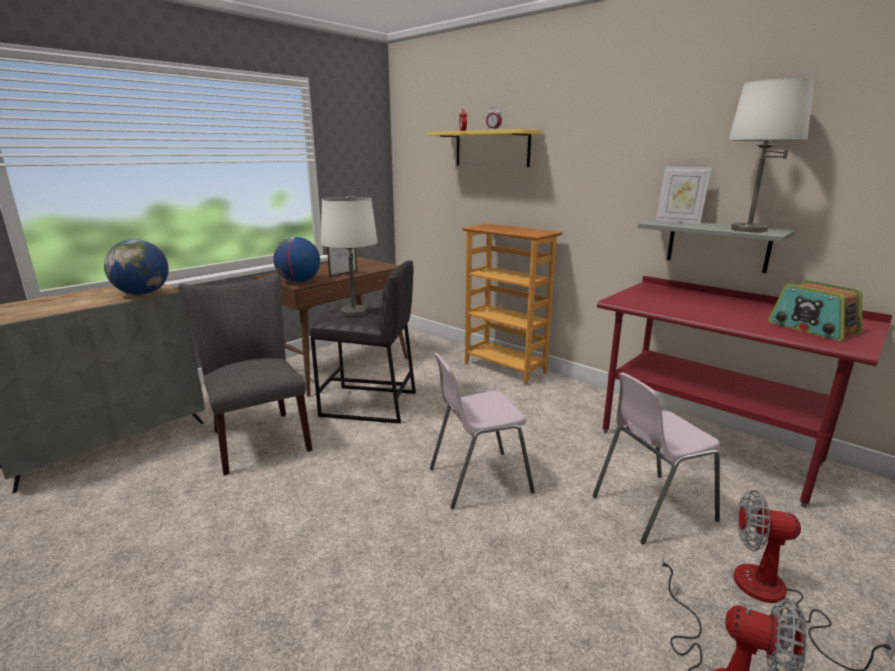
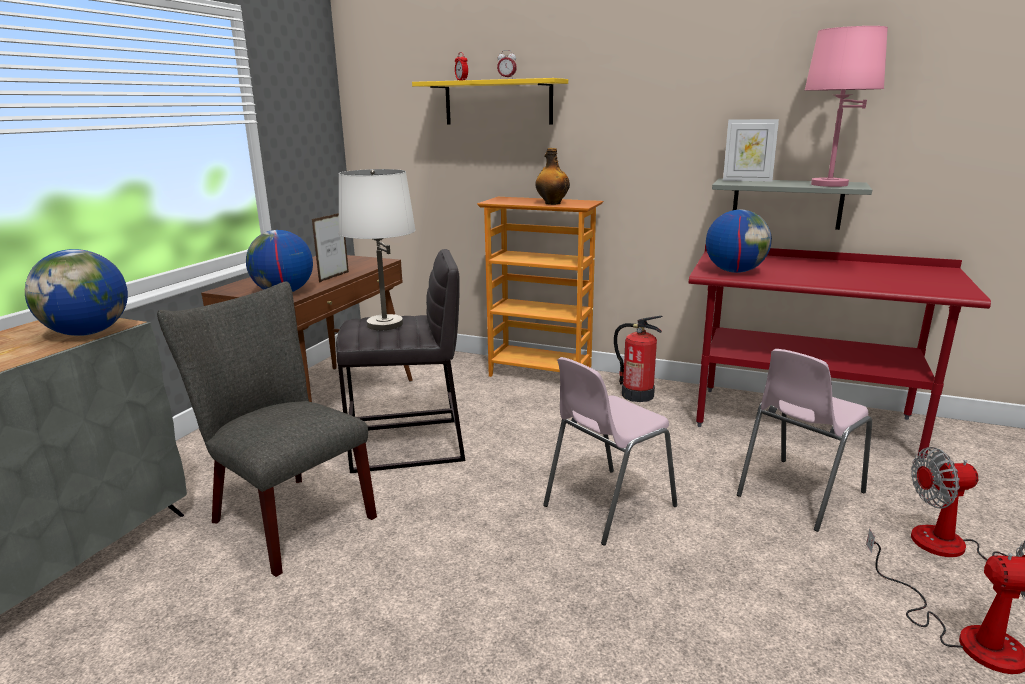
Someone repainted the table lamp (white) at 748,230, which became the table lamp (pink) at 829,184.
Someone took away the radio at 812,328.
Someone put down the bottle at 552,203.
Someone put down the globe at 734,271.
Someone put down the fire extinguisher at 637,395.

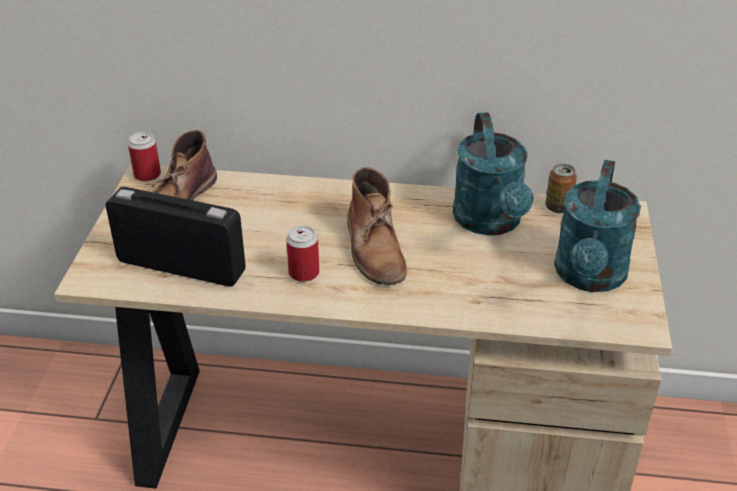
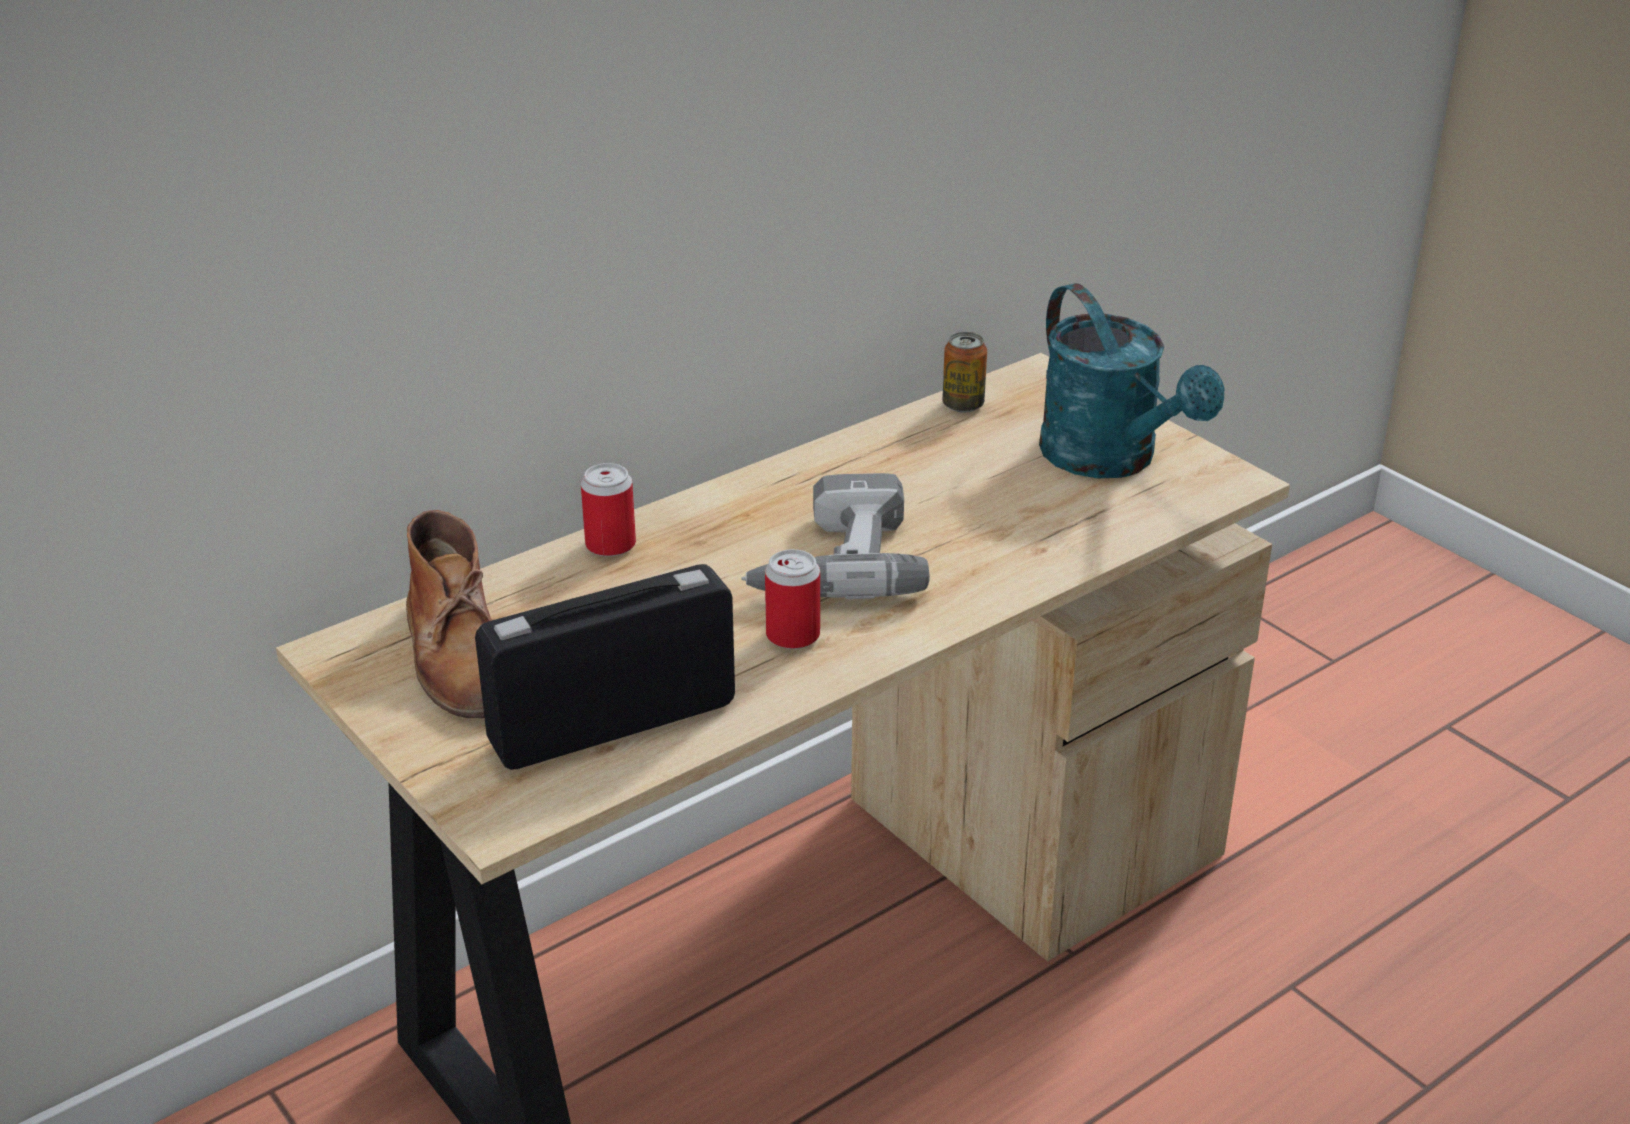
Someone took away the watering can (turquoise) at 490,223.
Someone carried the can from 147,175 to 610,545.
Someone swapped the boot (brown) at 375,248 for the power drill at 831,560.

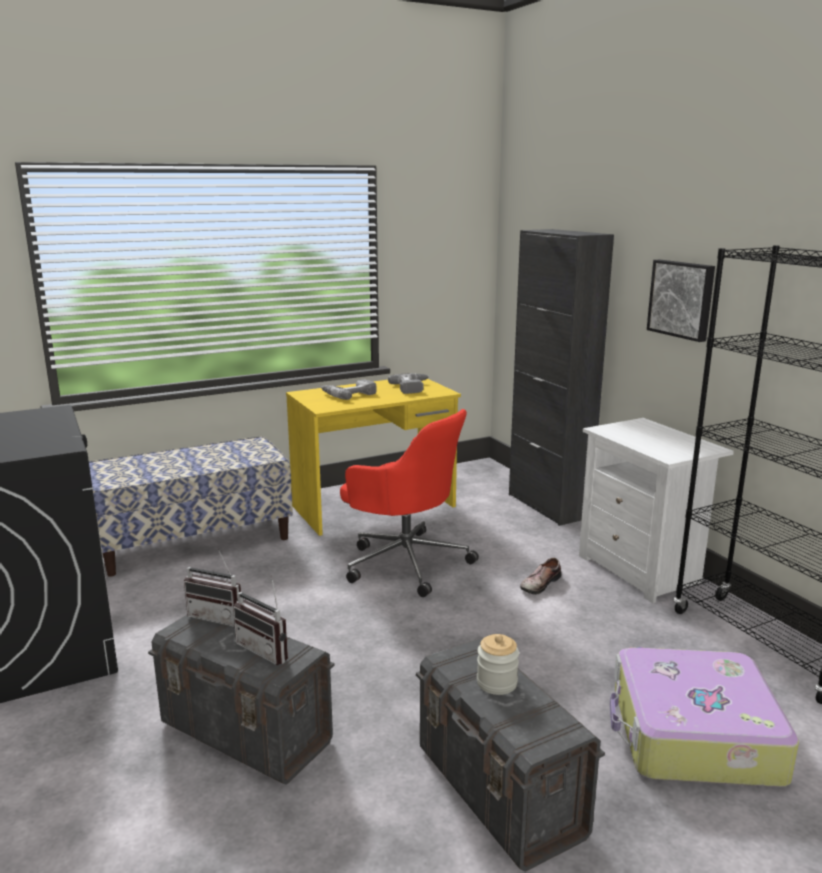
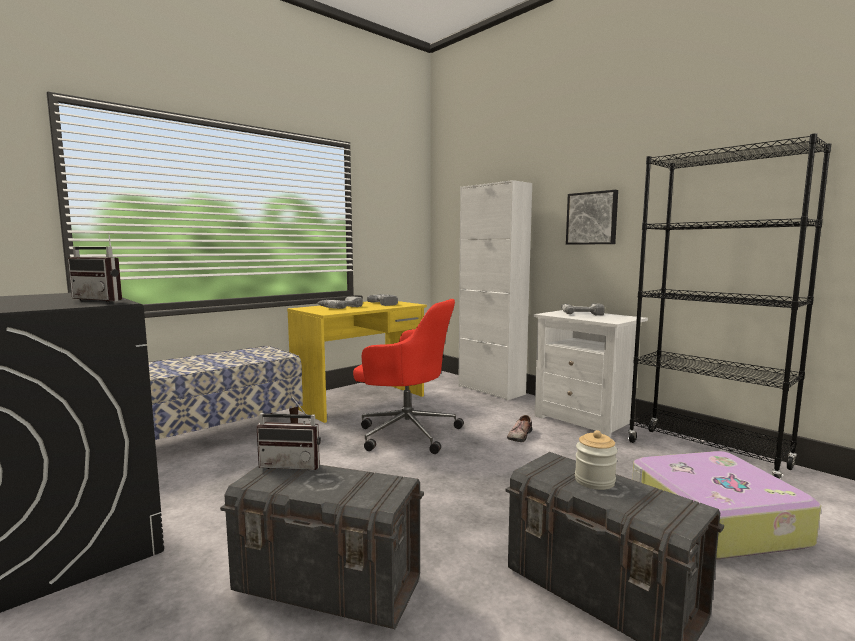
Someone repainted the cabinet (black) at 548,506, which became the cabinet (white) at 491,390.
Someone carried the radio from 268,649 to 104,300.
Someone put down the power drill at 580,313.

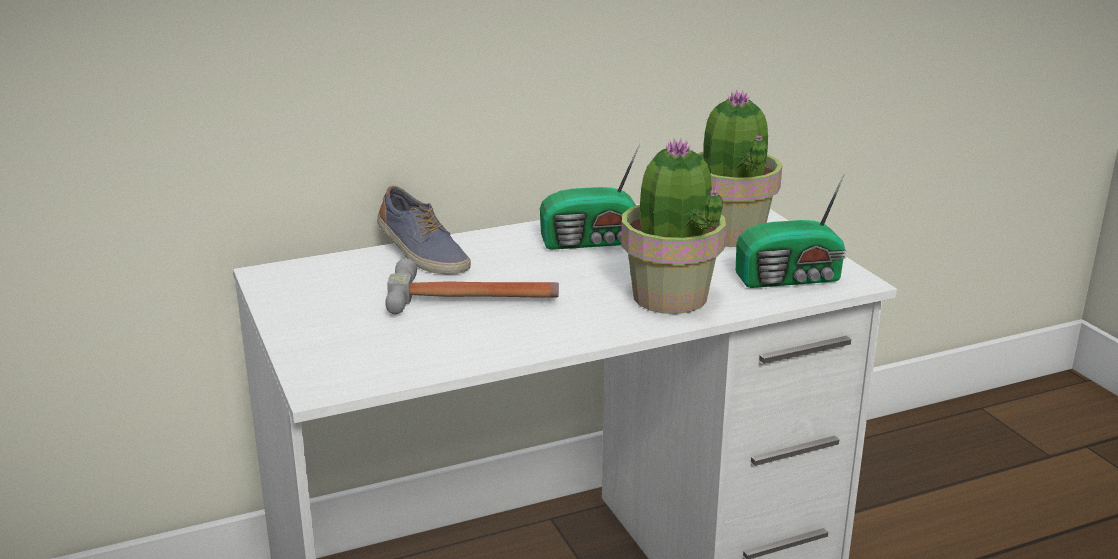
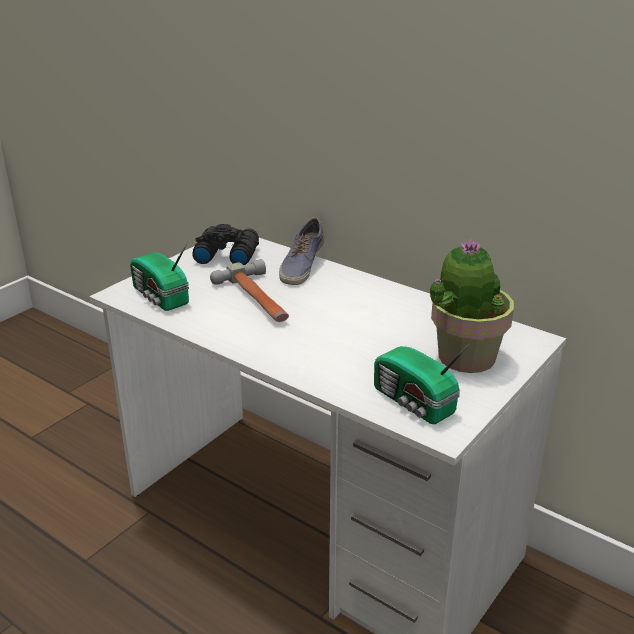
Someone took away the potted plant at 670,298.
Someone carried the radio from 592,242 to 160,297.
Someone put down the binoculars (black) at 226,254.

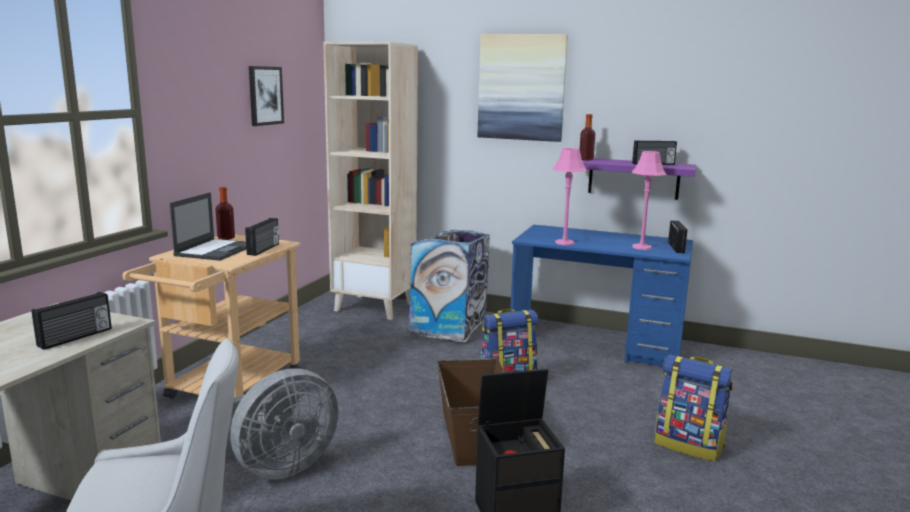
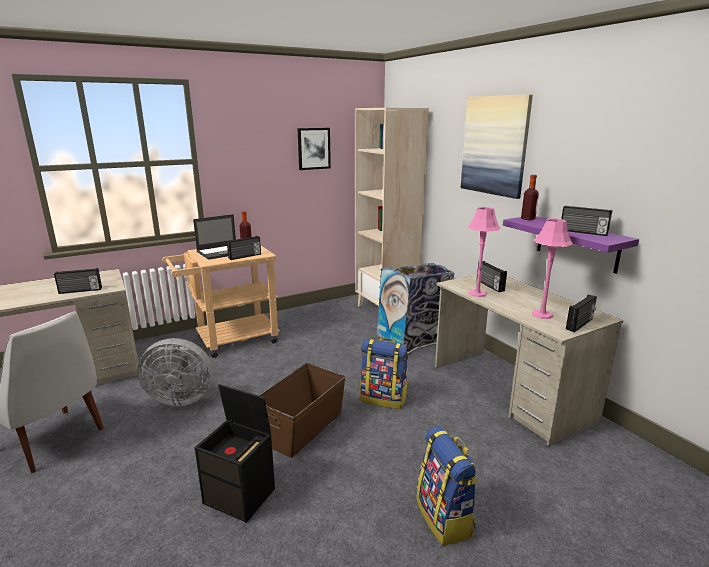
Someone repainted the desk (blue) at 596,344, which became the desk (beige) at 509,392.
Someone put down the radio at 489,285.

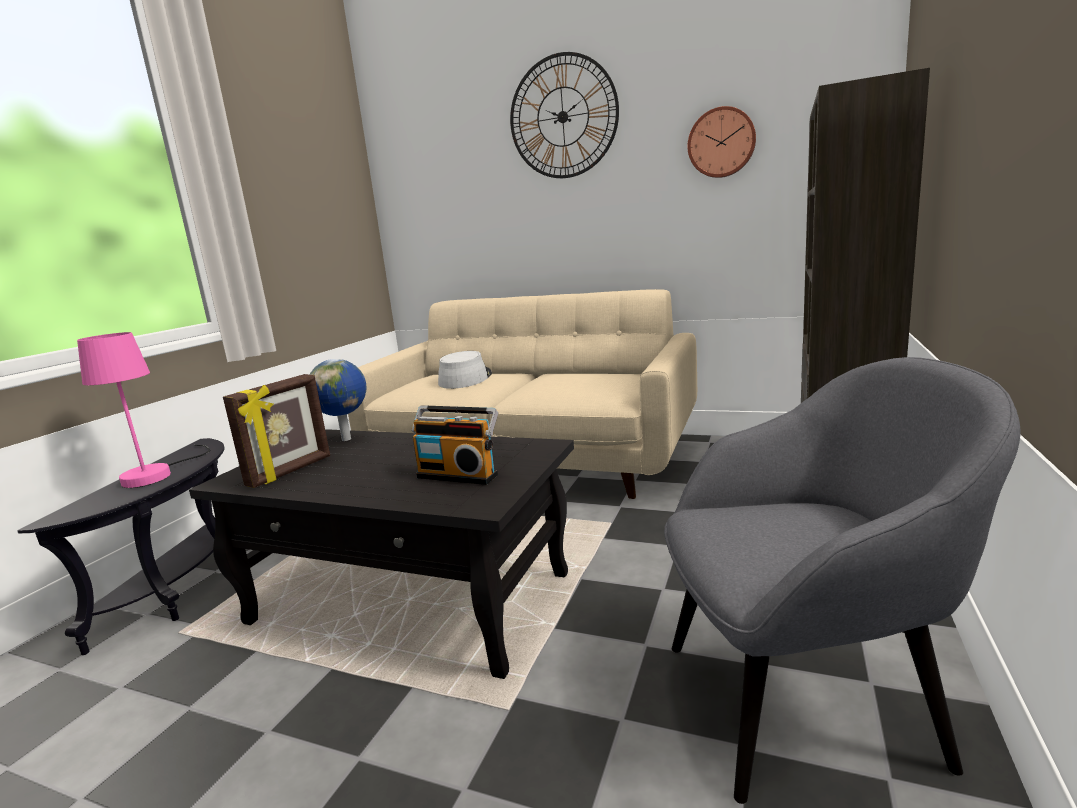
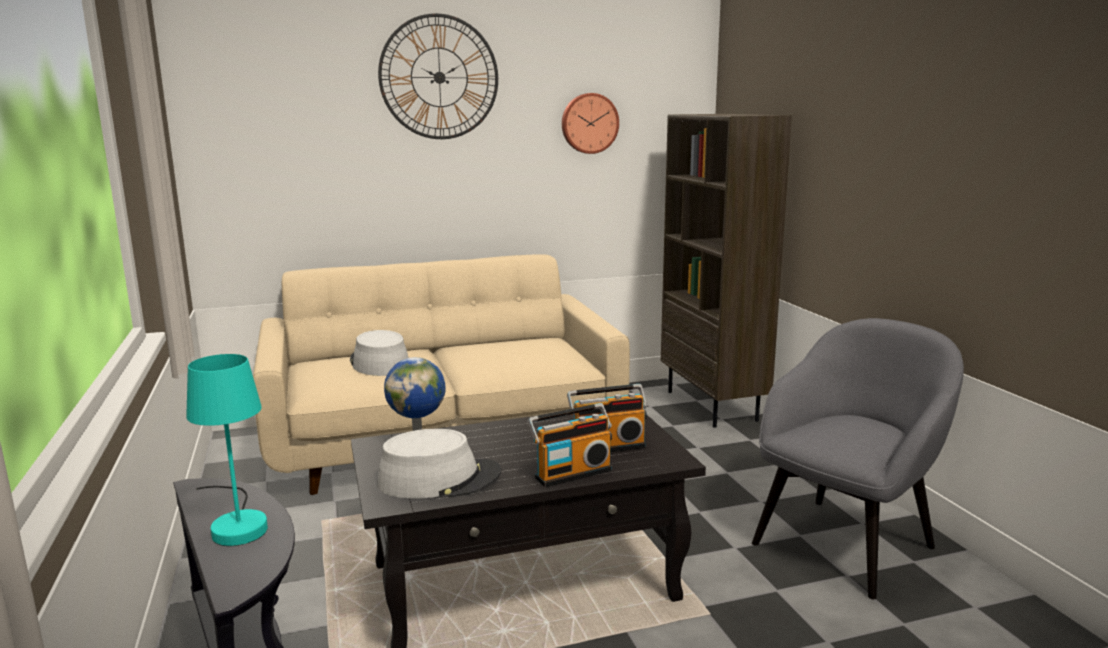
Someone repainted the table lamp (pink) at 158,473, which became the table lamp (turquoise) at 238,524.
Someone swapped the picture frame at 290,471 for the hat (grey) at 439,479.
Someone put down the radio at 572,473.

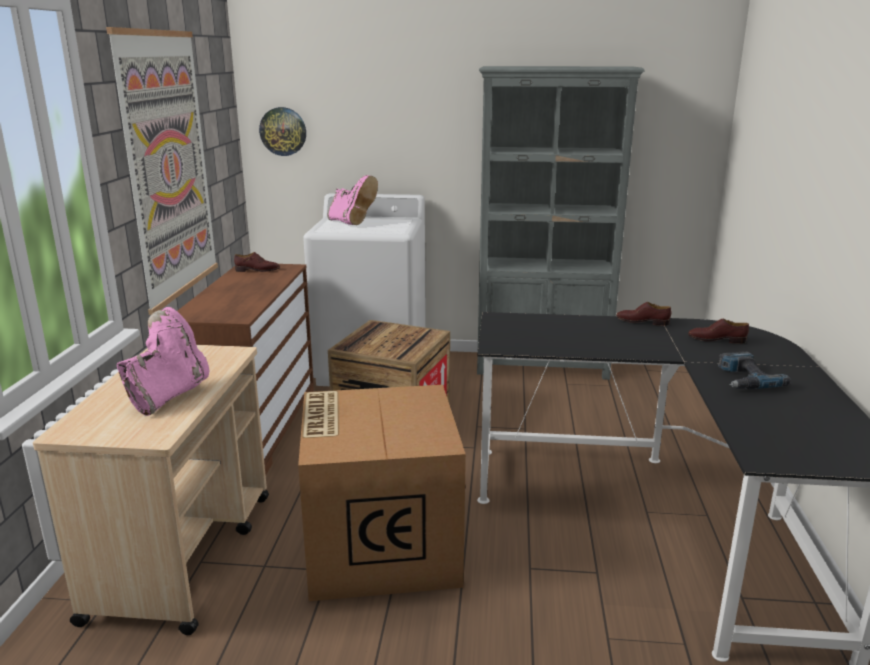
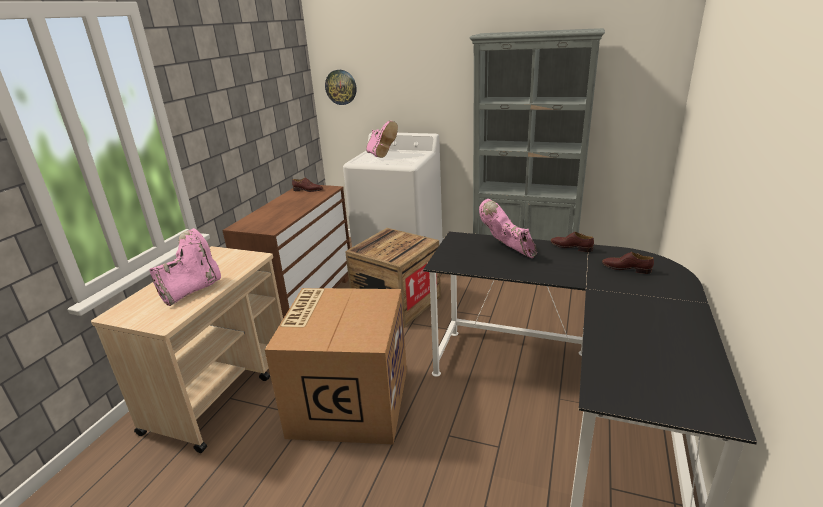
Someone took away the picture at 169,167.
Someone took away the power drill at 743,379.
Someone put down the boot (pink) at 507,250.

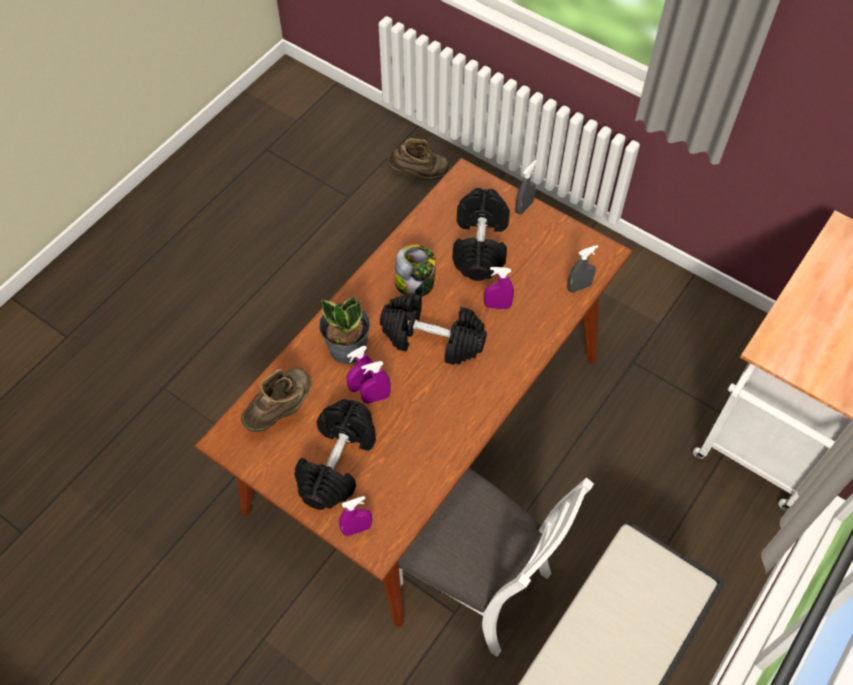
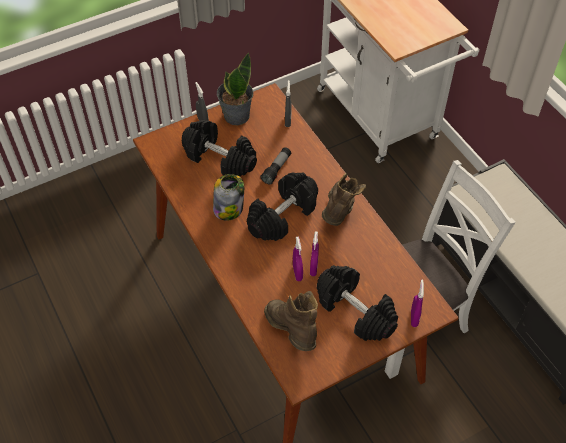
Someone carried the boot (brown) from 419,174 to 340,212.
Someone swapped the spray bottle (purple) at 497,306 for the flashlight at 276,169.
Someone carried the potted plant from 347,348 to 236,116.

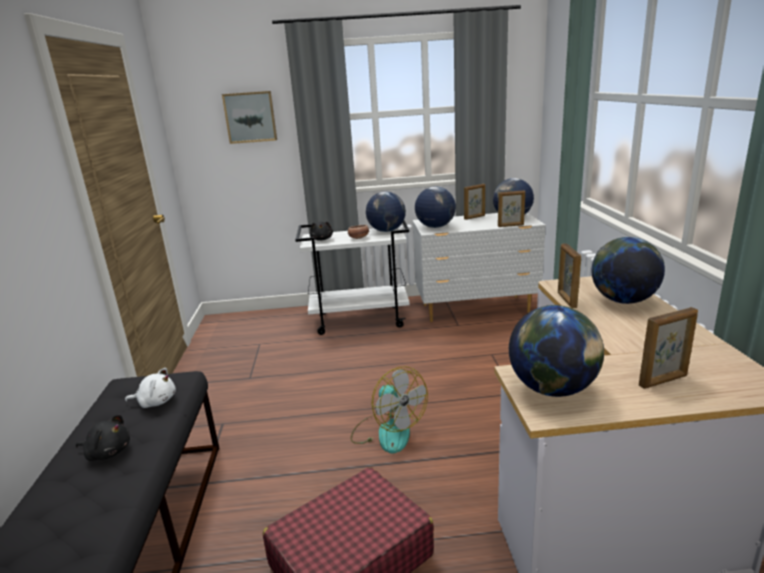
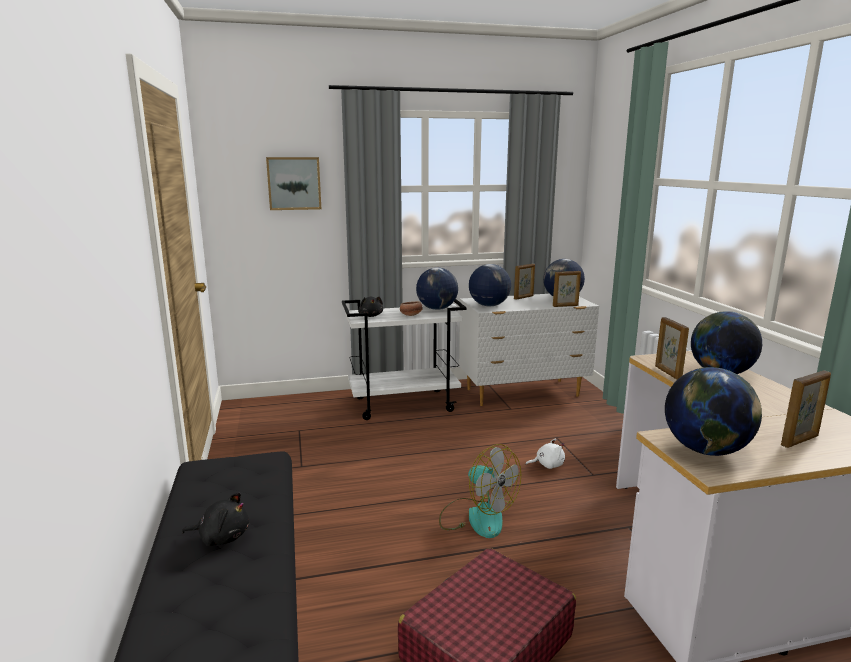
Someone carried the plush toy (white) from 156,402 to 547,465.

